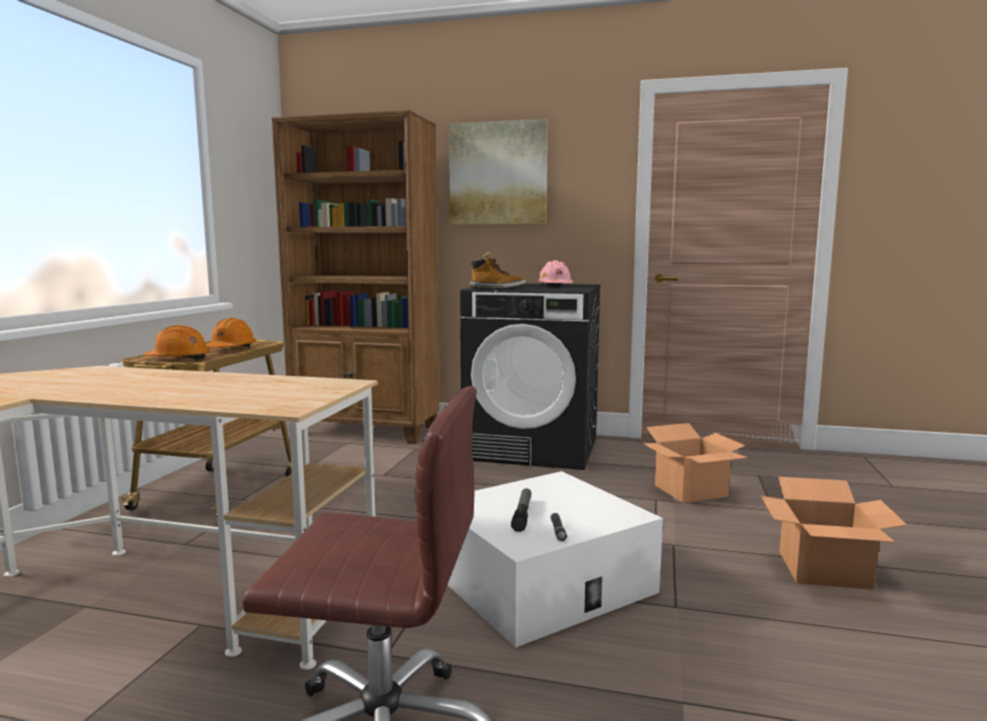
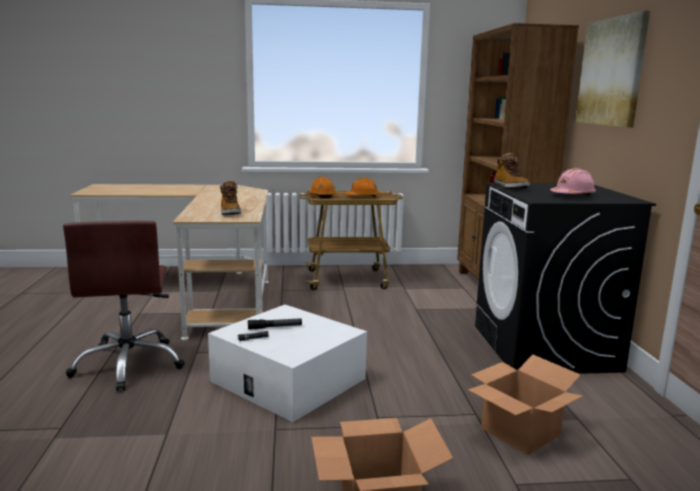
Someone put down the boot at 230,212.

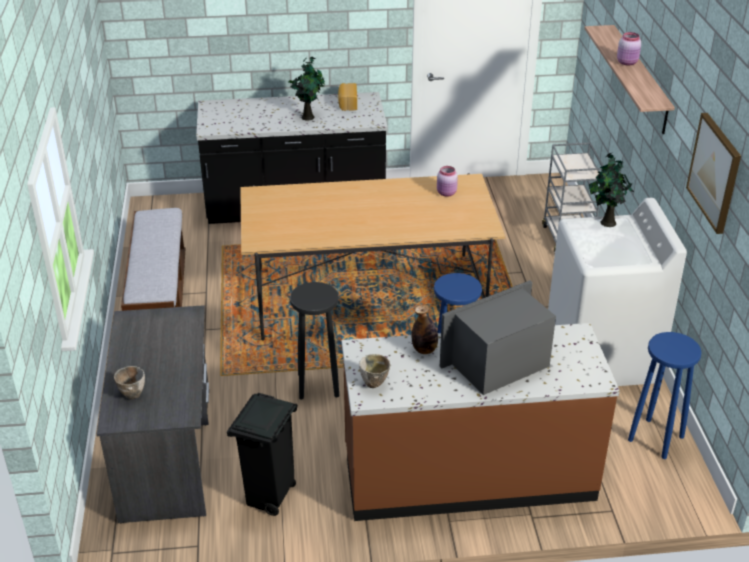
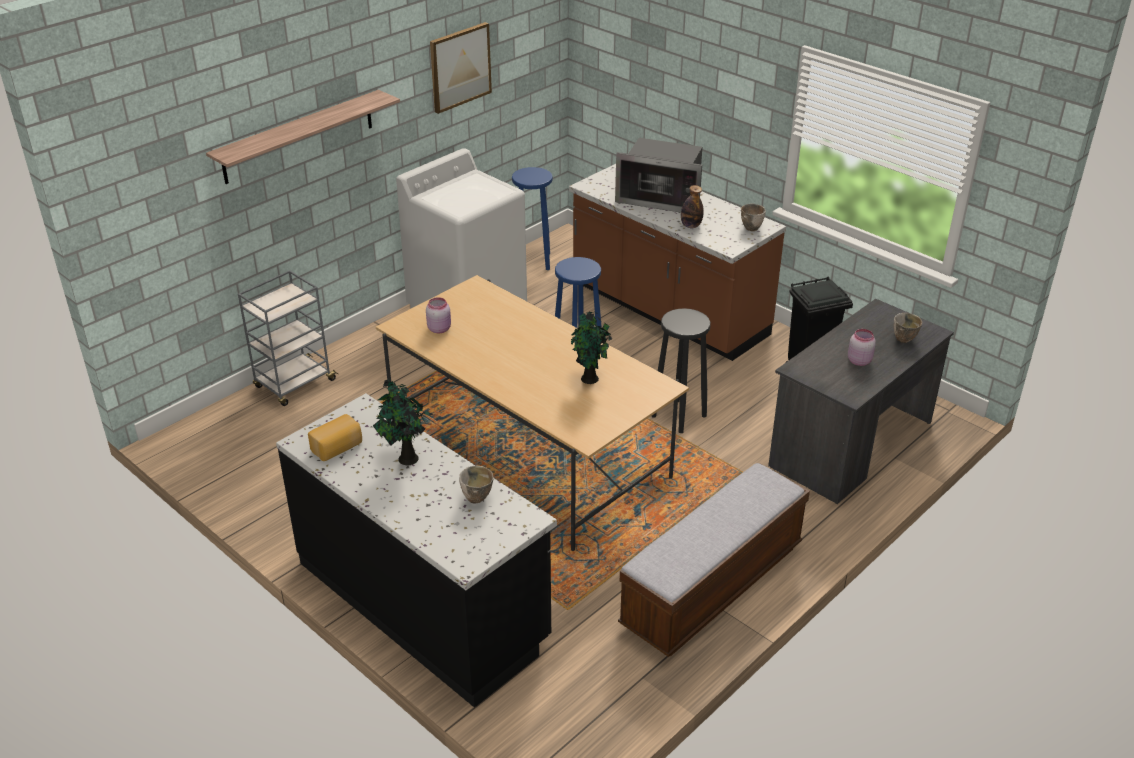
Someone carried the jar (pink) from 627,62 to 859,360.
Someone carried the potted plant from 606,222 to 590,379.
Someone put down the bowl at 476,499.

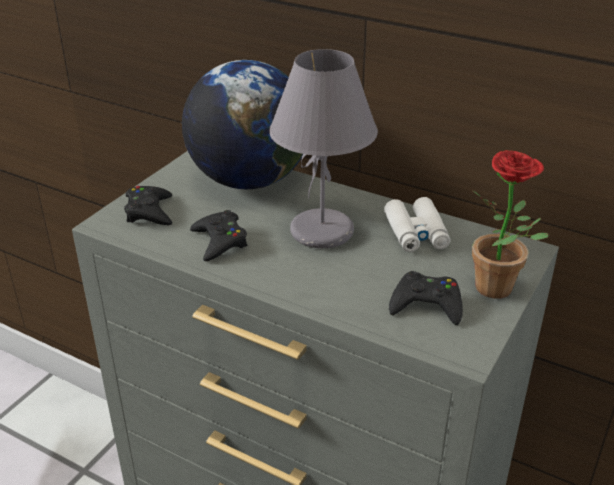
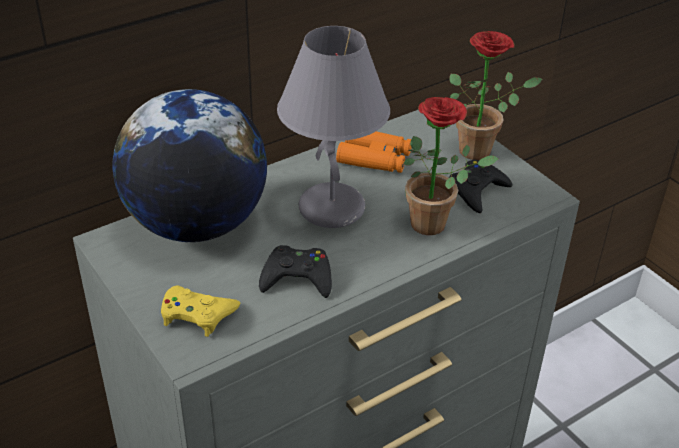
Someone repainted the game controller (black) at 149,212, which became the game controller (yellow) at 197,314.
Someone repainted the binoculars (white) at 416,233, which became the binoculars (orange) at 374,158.
Someone put down the potted plant at 436,224.

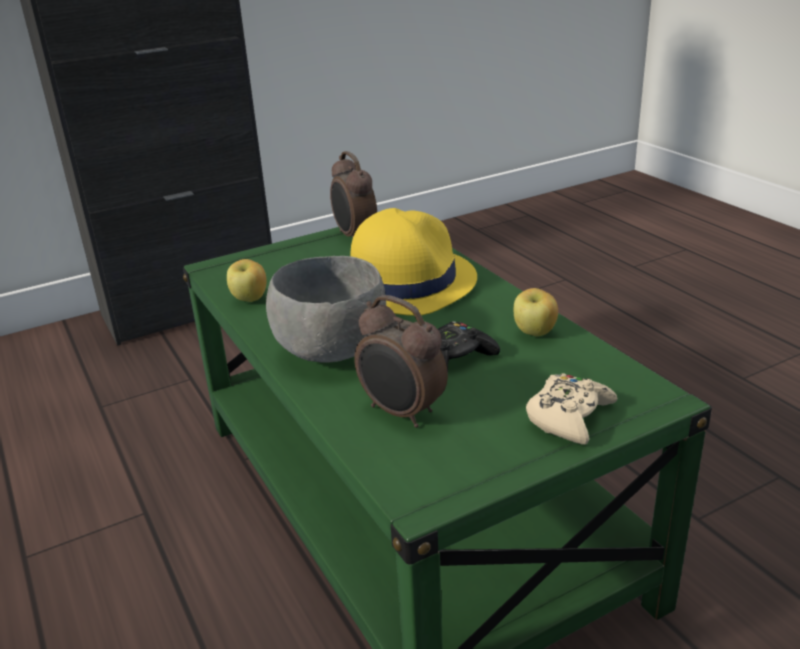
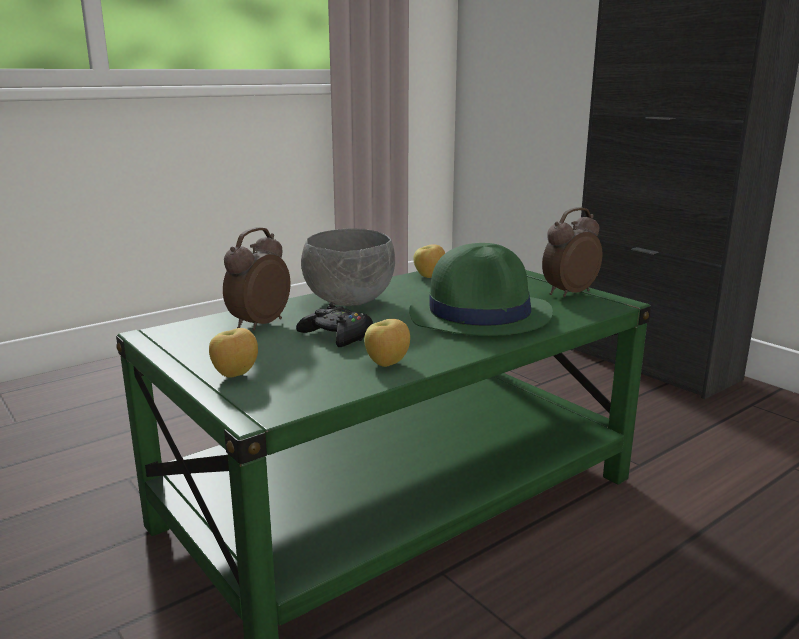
Someone repainted the hat (yellow) at 403,281, which became the hat (green) at 481,314.
Someone swapped the game controller (beige) at 569,417 for the apple at 235,374.

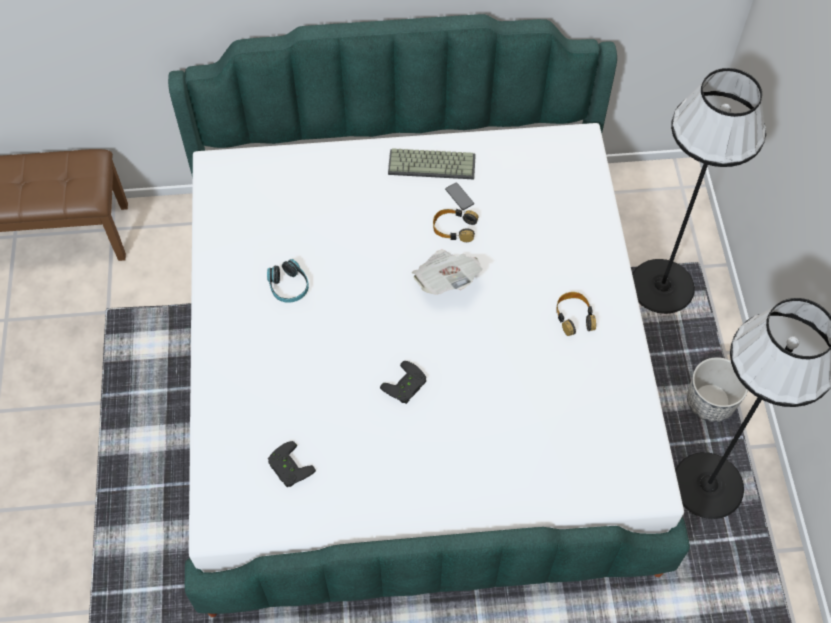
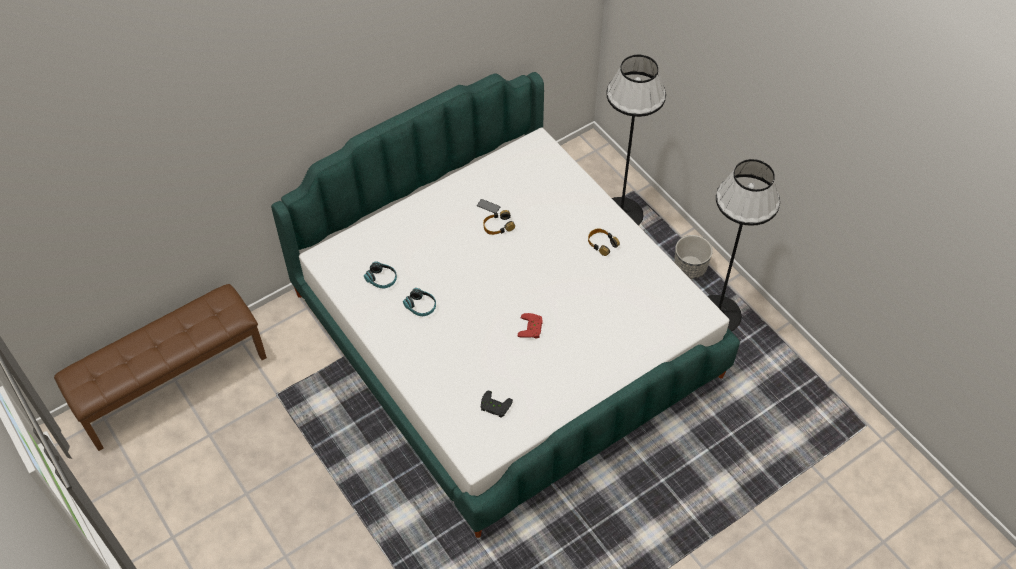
Someone took away the keyboard at 432,163.
Someone took away the newspaper at 446,280.
Someone repainted the game controller (black) at 406,386, which became the game controller (red) at 532,328.
Someone put down the headphones at 381,279.

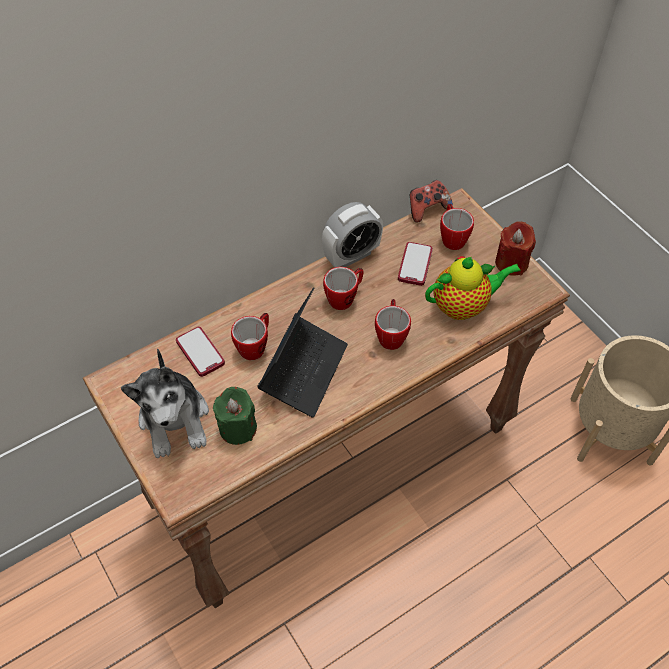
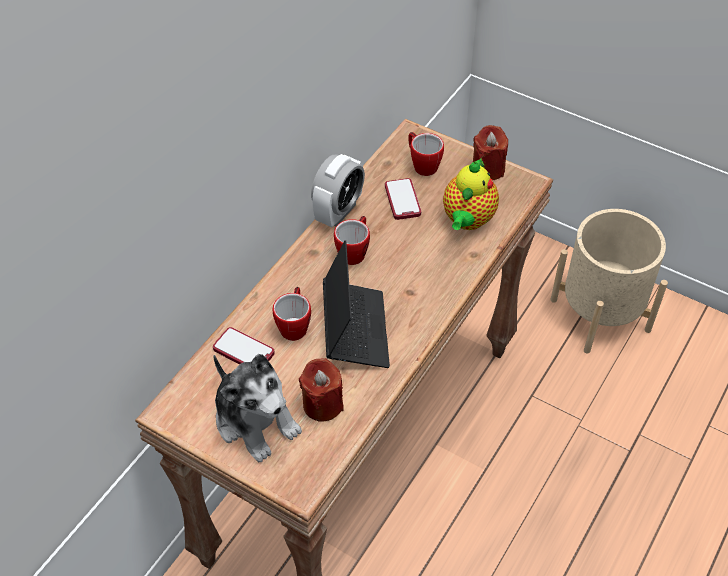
Someone took away the game controller at 427,209.
Someone rotated the teapot at 463,306 by 150 degrees clockwise.
Someone took away the mug at 391,334.
Someone repainted the candle (green) at 238,428, which became the candle (red) at 322,404.

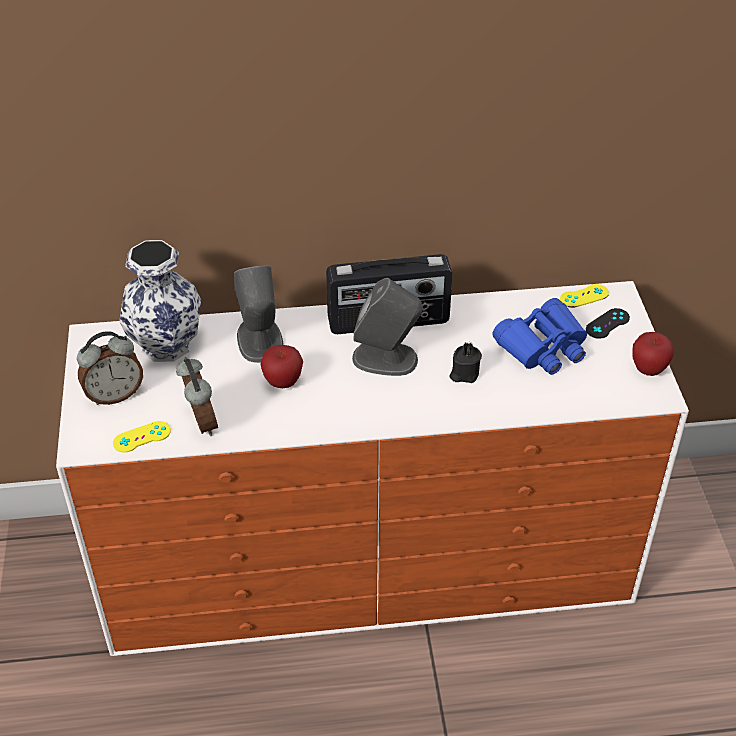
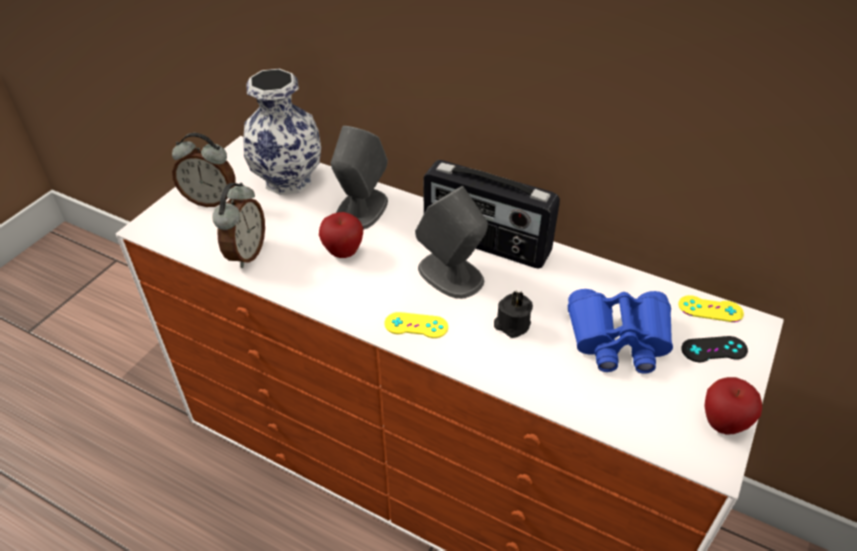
Someone carried the game controller (yellow) from 142,437 to 416,325.

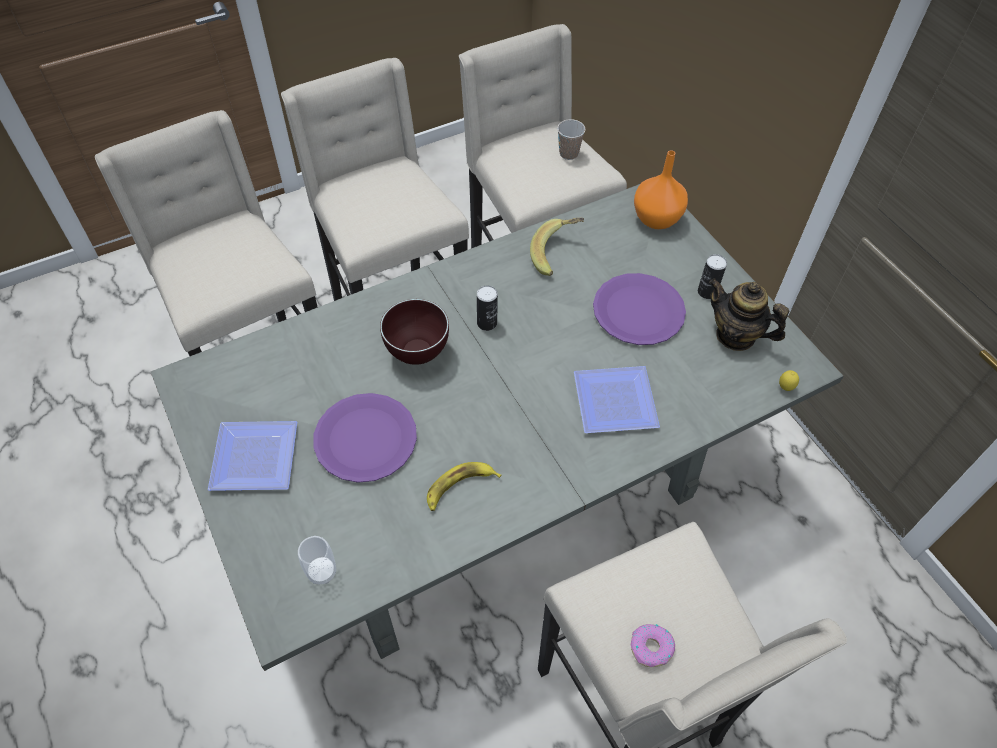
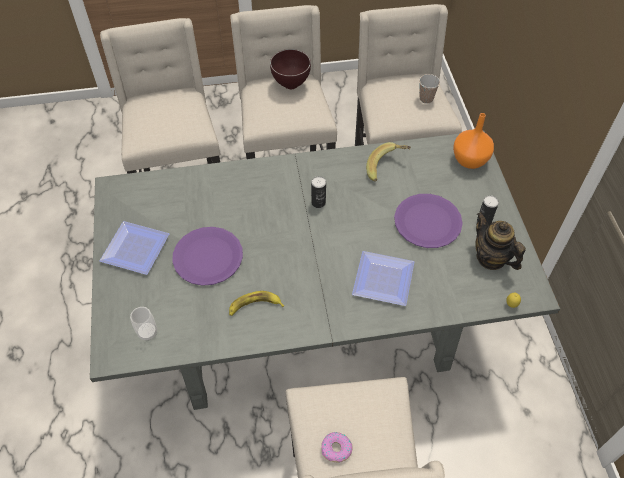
Someone carried the bowl (brown) from 418,353 to 291,84.

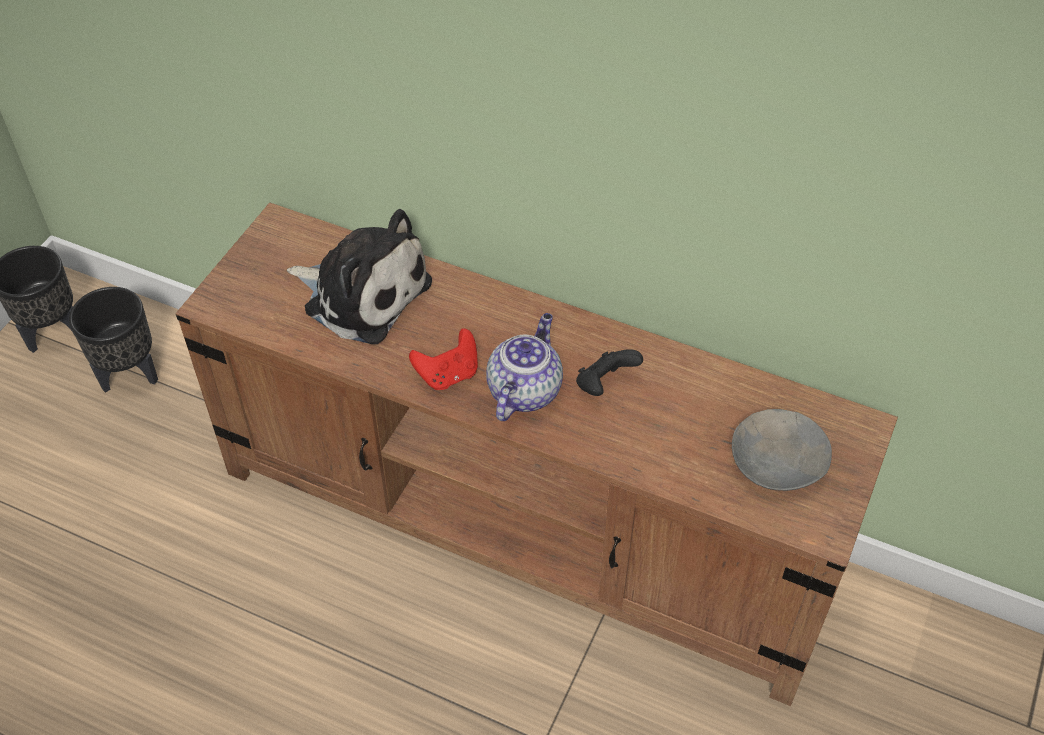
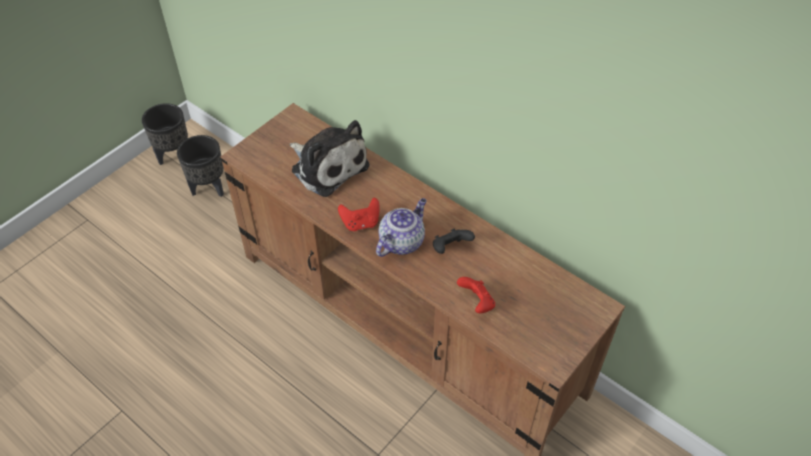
Someone took away the bowl (grey) at 776,461.
Someone put down the game controller (red) at 477,303.

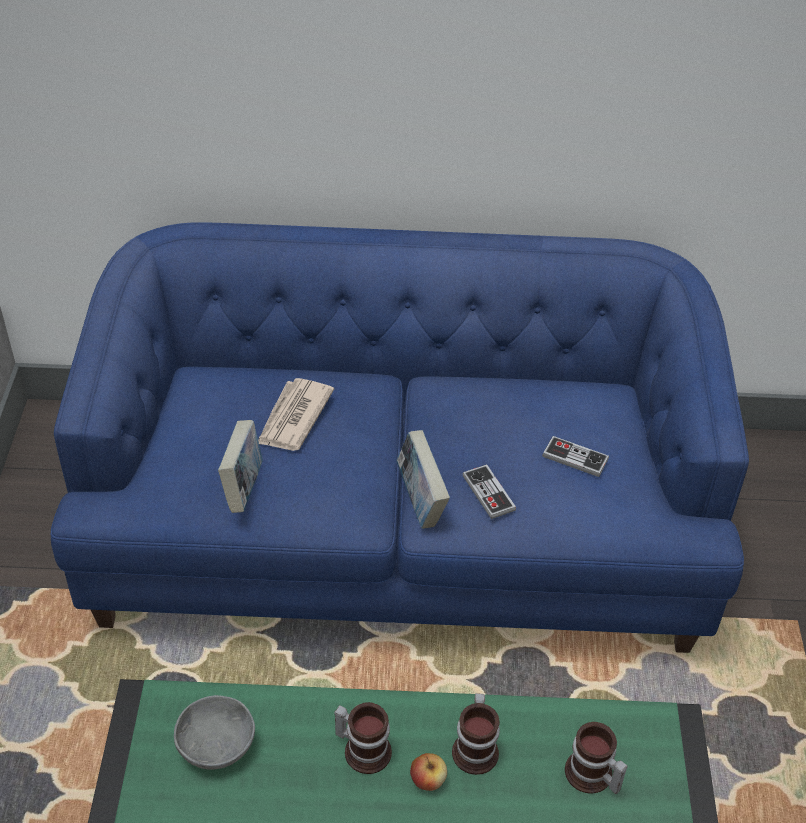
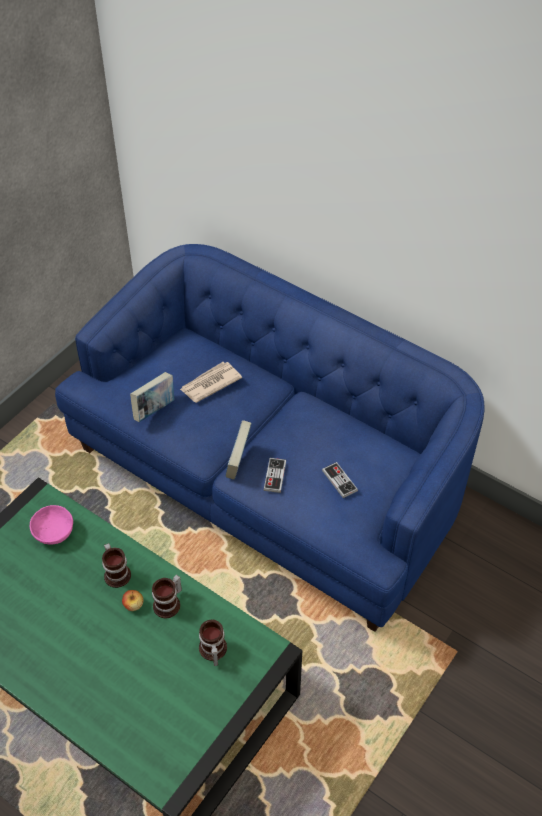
Someone repainted the bowl (grey) at 217,747, which became the bowl (pink) at 53,533.

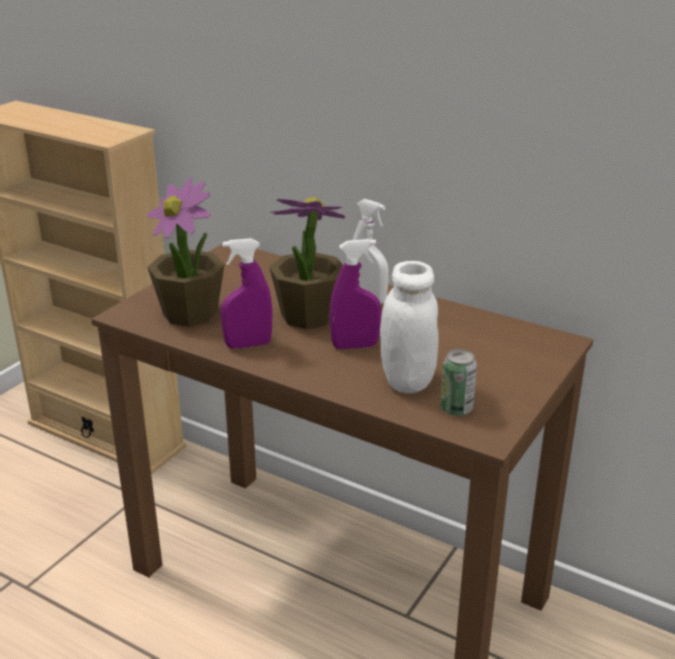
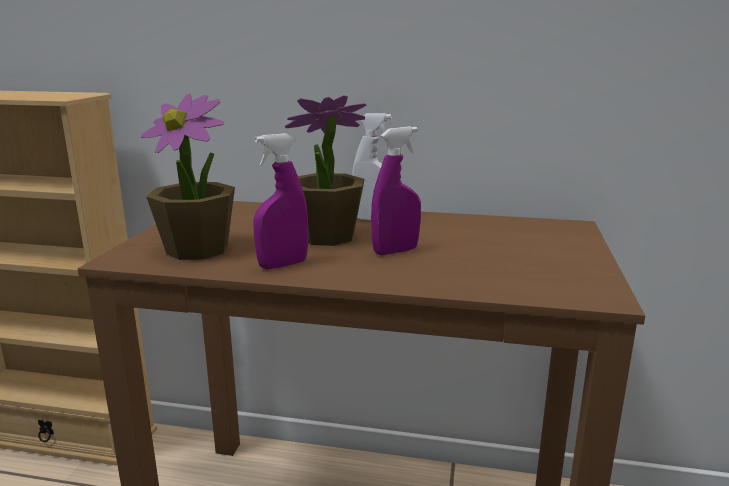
Someone took away the jar (white) at 407,381.
Someone took away the can at 456,409.

